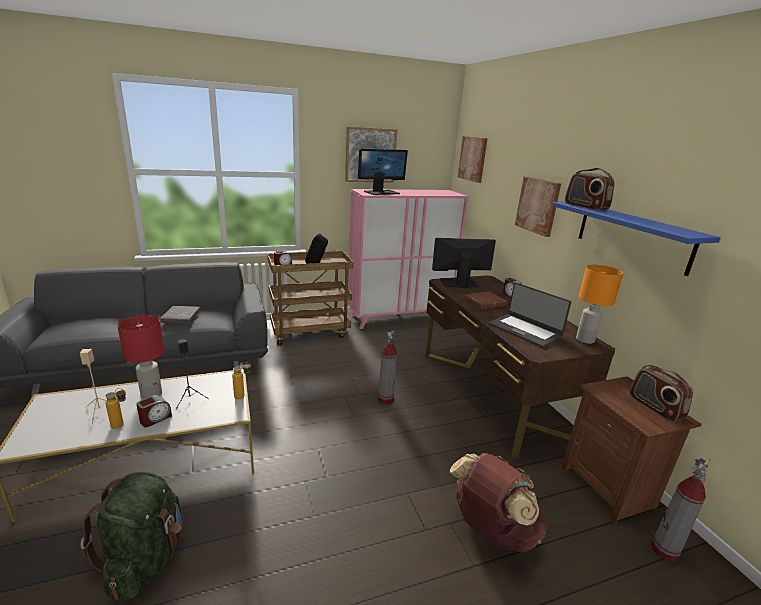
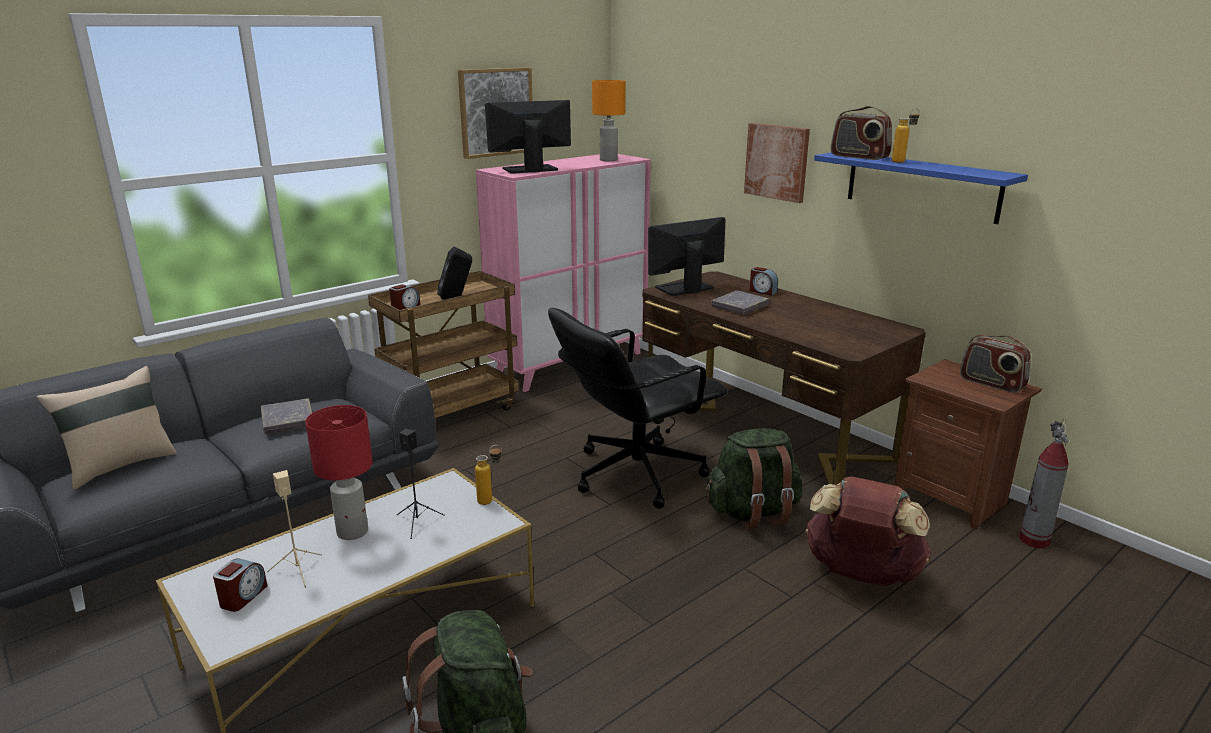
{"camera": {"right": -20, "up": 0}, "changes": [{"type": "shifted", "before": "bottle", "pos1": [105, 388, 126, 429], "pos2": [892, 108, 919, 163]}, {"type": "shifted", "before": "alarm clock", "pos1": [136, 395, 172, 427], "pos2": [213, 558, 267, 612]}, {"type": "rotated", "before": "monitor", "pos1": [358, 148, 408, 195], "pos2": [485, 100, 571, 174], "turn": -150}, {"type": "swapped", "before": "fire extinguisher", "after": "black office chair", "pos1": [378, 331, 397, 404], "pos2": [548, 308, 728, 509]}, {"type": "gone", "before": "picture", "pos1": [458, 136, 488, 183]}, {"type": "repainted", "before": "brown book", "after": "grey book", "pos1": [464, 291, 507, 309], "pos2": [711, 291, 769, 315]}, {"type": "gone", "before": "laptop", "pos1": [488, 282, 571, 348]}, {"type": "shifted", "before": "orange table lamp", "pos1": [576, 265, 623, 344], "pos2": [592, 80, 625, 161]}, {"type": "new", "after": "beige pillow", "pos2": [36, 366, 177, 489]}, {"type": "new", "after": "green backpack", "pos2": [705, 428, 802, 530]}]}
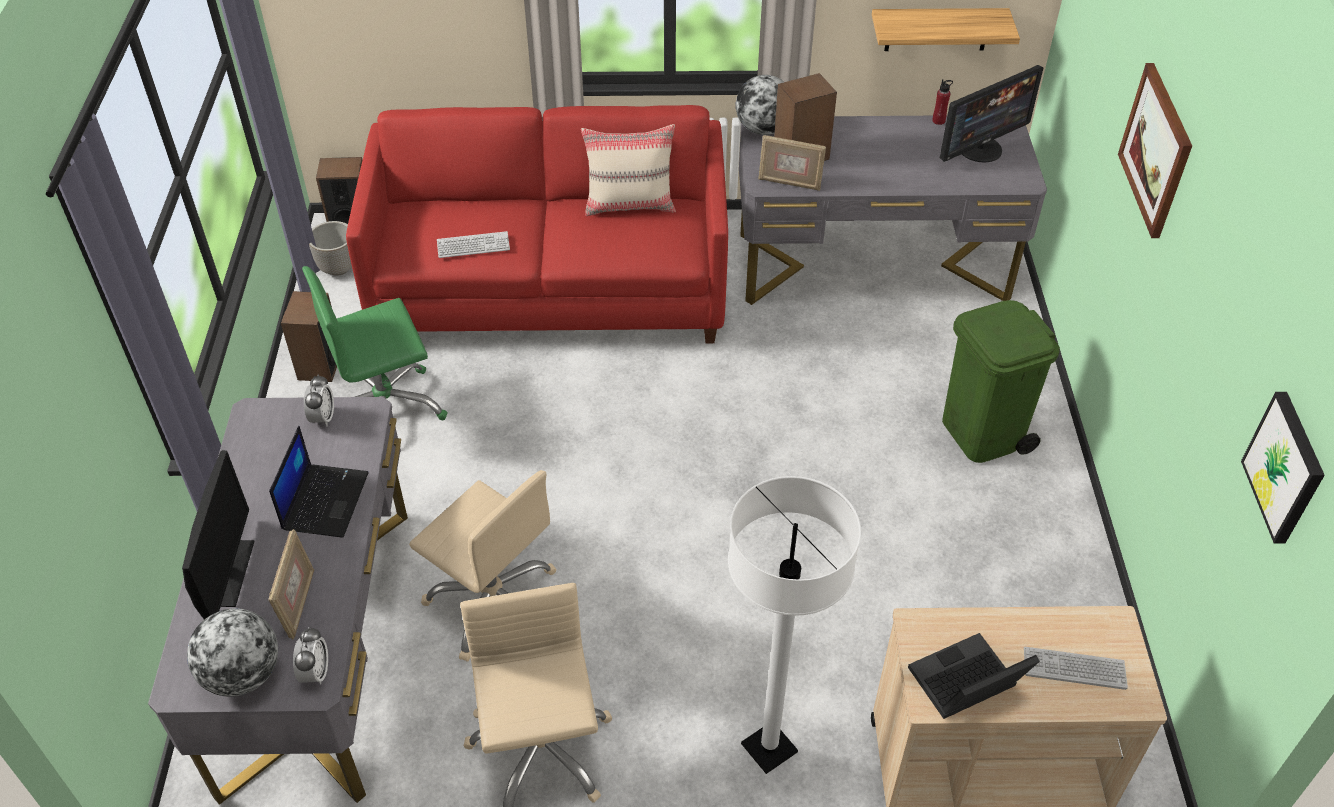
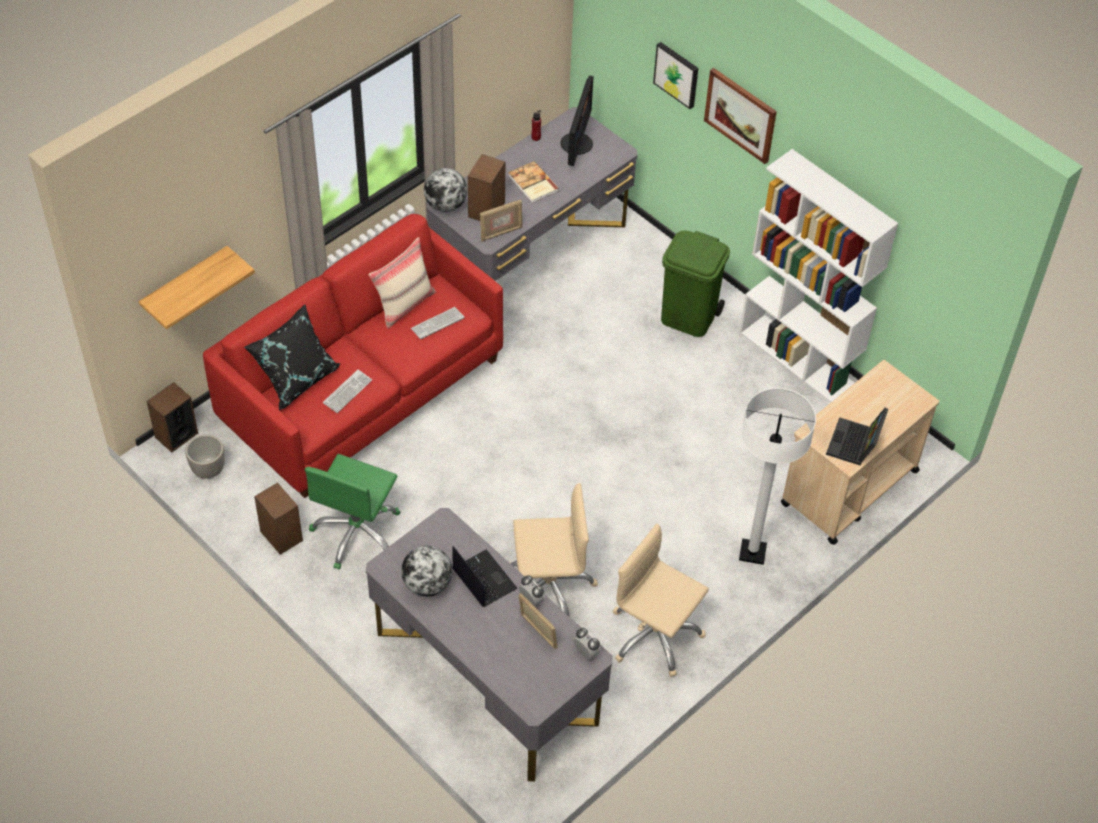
{"camera": {"right": -45, "up": 5}, "changes": [{"type": "gone", "before": "monitor", "pos1": [182, 450, 254, 619]}, {"type": "shifted", "before": "globe", "pos1": [187, 608, 278, 697], "pos2": [401, 545, 452, 597]}, {"type": "shifted", "before": "alarm clock", "pos1": [304, 375, 334, 426], "pos2": [519, 575, 545, 607]}, {"type": "shifted", "before": "shelf", "pos1": [872, 8, 1020, 51], "pos2": [139, 246, 255, 330]}, {"type": "shifted", "before": "keyboard", "pos1": [1024, 647, 1128, 690], "pos2": [411, 307, 464, 339]}, {"type": "shifted", "before": "picture", "pos1": [1241, 392, 1325, 544], "pos2": [653, 42, 698, 109]}, {"type": "new", "after": "black pillow", "pos2": [244, 304, 341, 410]}, {"type": "new", "after": "book", "pos2": [508, 161, 559, 203]}, {"type": "new", "after": "white bookcase", "pos2": [739, 149, 898, 403]}]}
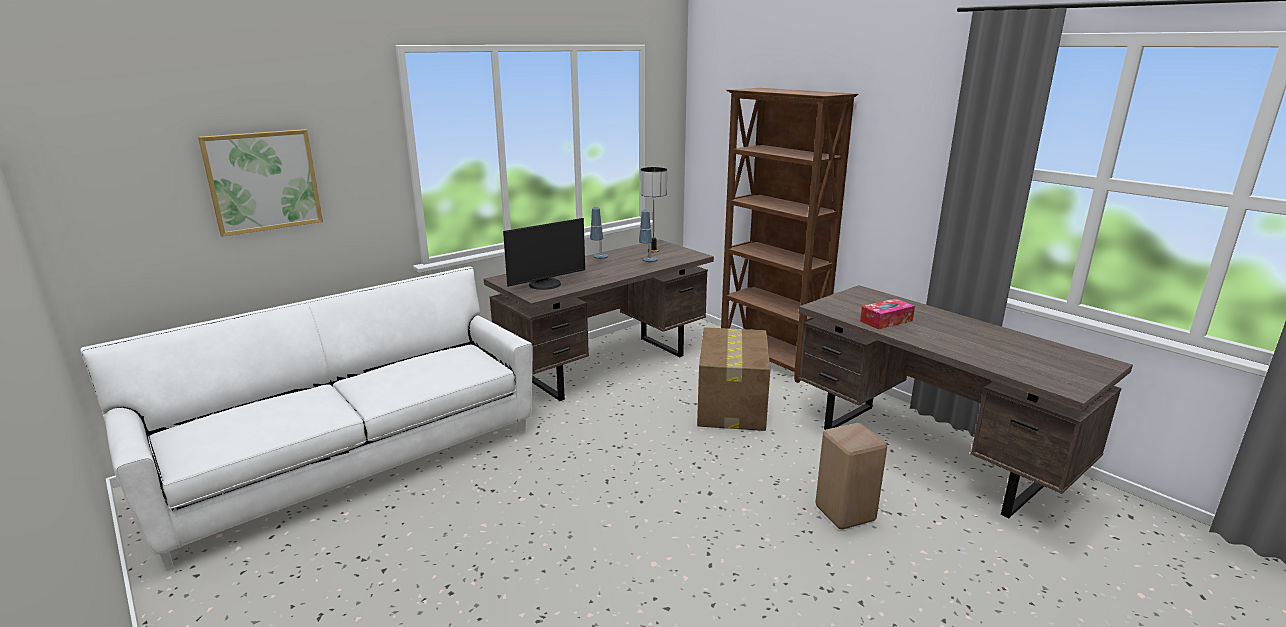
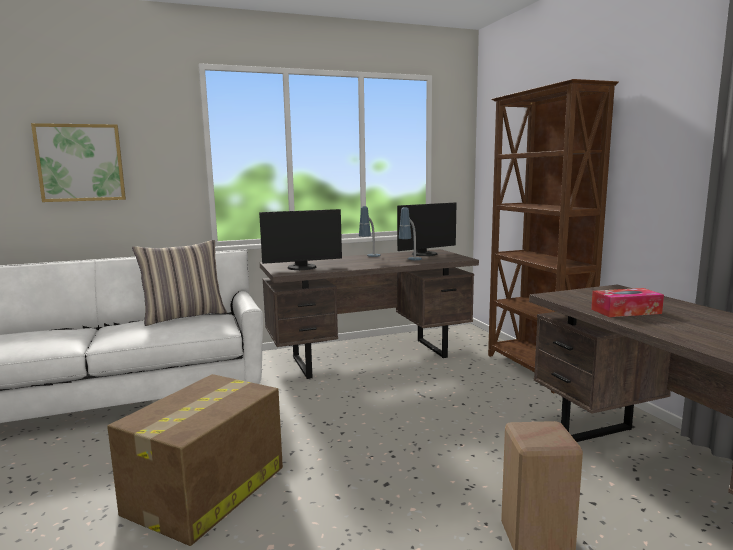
{"camera": {"right": 20, "up": -10}, "changes": [{"type": "swapped", "before": "table lamp", "after": "monitor", "pos1": [640, 167, 667, 252], "pos2": [397, 202, 456, 256]}, {"type": "shifted", "before": "cardboard box", "pos1": [697, 327, 770, 431], "pos2": [107, 374, 283, 546]}, {"type": "new", "after": "pillow", "pos2": [132, 240, 227, 326]}]}
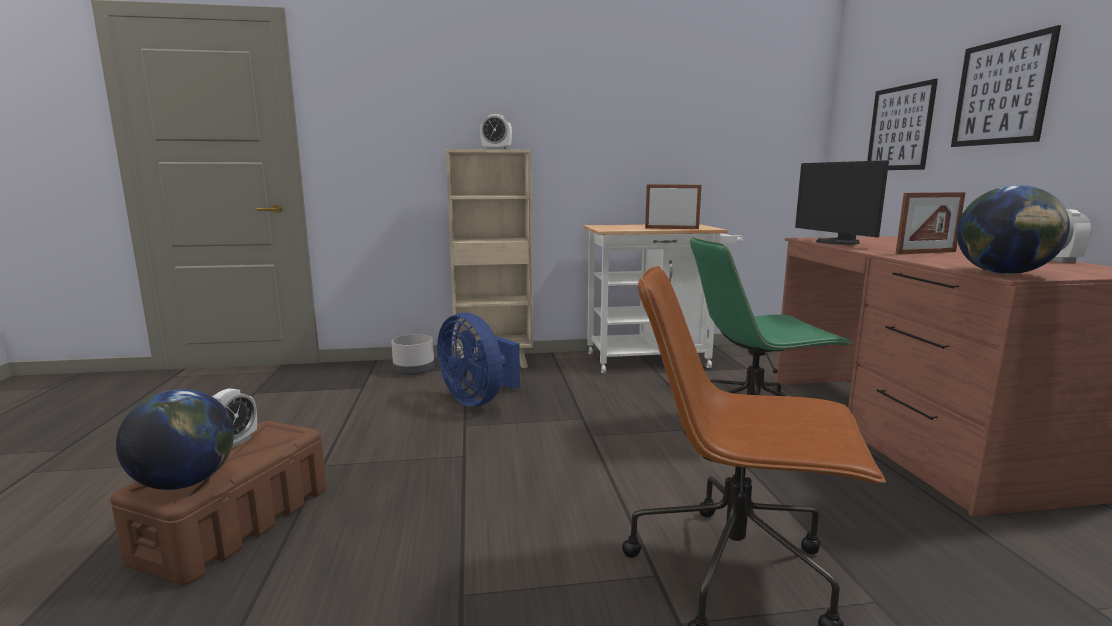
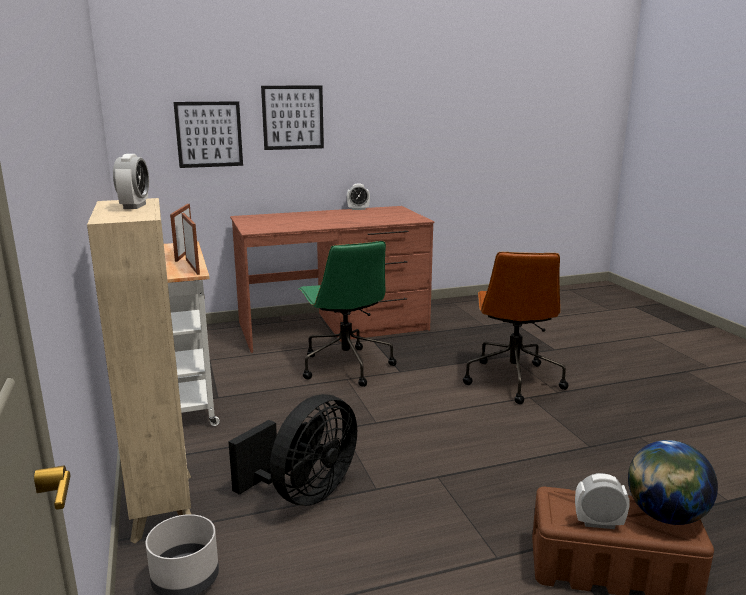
{"camera": {"right": -100, "up": 5}, "changes": [{"type": "repainted", "before": "blue fan", "after": "black fan", "pos1": [437, 313, 520, 407], "pos2": [228, 394, 357, 506]}, {"type": "gone", "before": "monitor", "pos1": [795, 160, 889, 245]}, {"type": "shifted", "before": "picture frame", "pos1": [896, 192, 966, 255], "pos2": [182, 213, 200, 275]}, {"type": "gone", "before": "globe", "pos1": [957, 185, 1070, 274]}]}
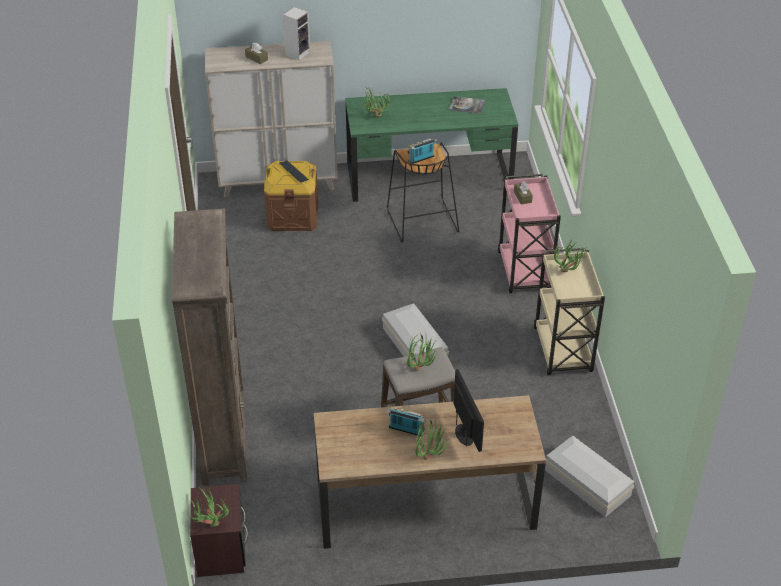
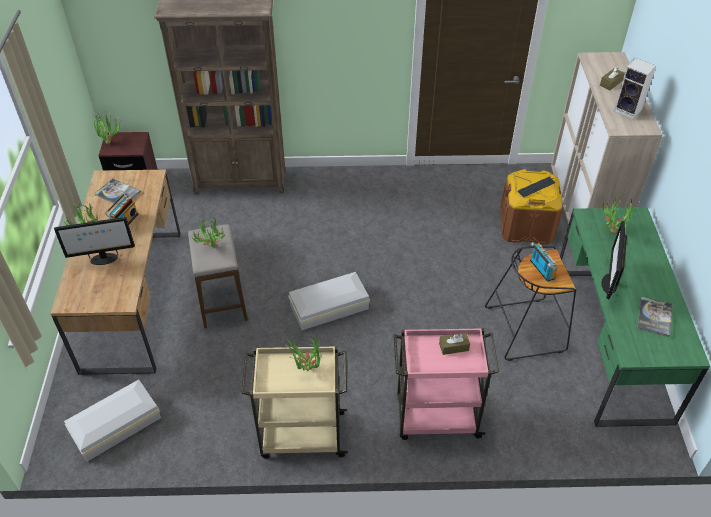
{"camera": {"right": 95, "up": 5}, "changes": [{"type": "new", "after": "book", "pos2": [94, 178, 141, 205]}, {"type": "new", "after": "monitor", "pos2": [601, 221, 627, 299]}]}
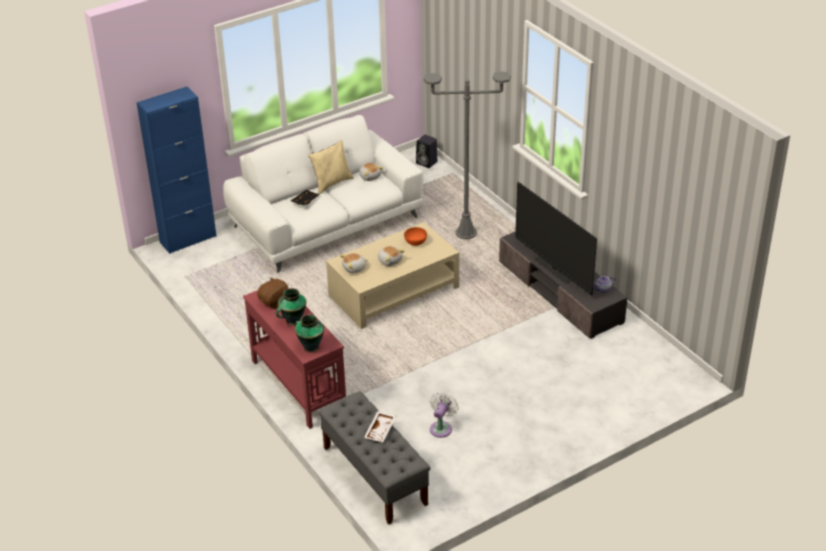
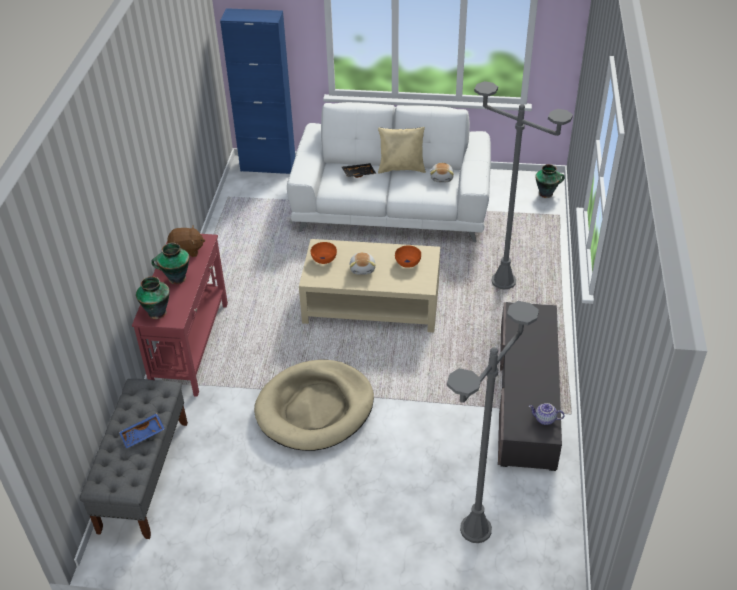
{"camera": {"right": 40, "up": 5}, "changes": [{"type": "swapped", "before": "plush toy", "after": "orange bowl", "pos1": [340, 253, 368, 273], "pos2": [311, 242, 337, 264]}, {"type": "repainted", "before": "white tray", "after": "blue tray", "pos1": [364, 411, 396, 442], "pos2": [119, 413, 165, 448]}, {"type": "swapped", "before": "black speaker", "after": "vase", "pos1": [416, 135, 437, 168], "pos2": [535, 164, 565, 198]}, {"type": "gone", "before": "white fan", "pos1": [430, 392, 459, 438]}, {"type": "gone", "before": "television", "pos1": [515, 182, 597, 295]}, {"type": "new", "after": "beige dog bed", "pos2": [254, 360, 374, 451]}, {"type": "new", "after": "grey floor lamp", "pos2": [447, 301, 539, 543]}]}
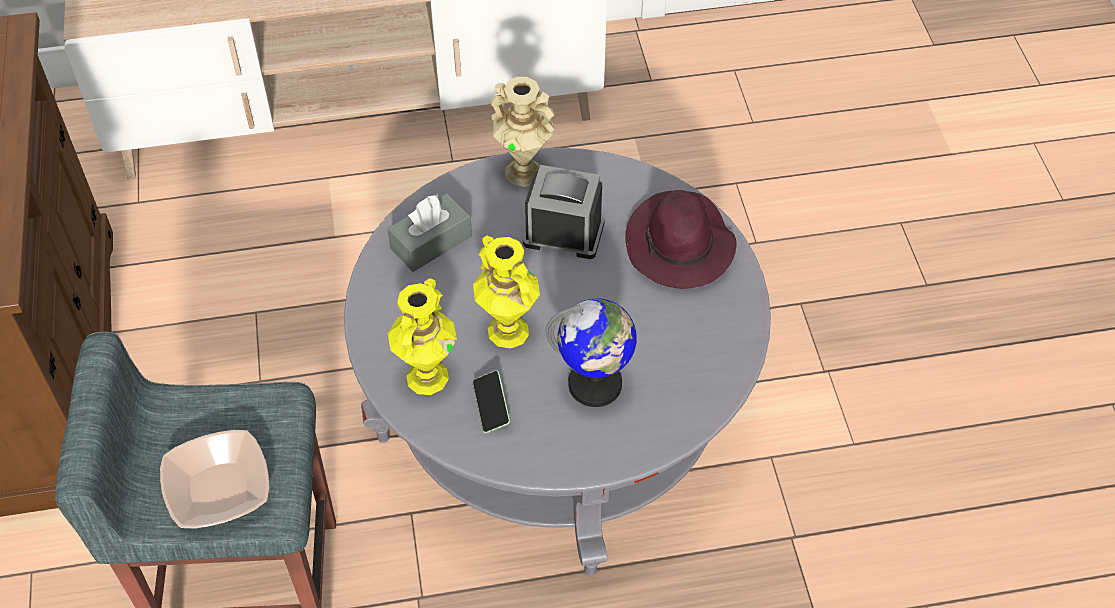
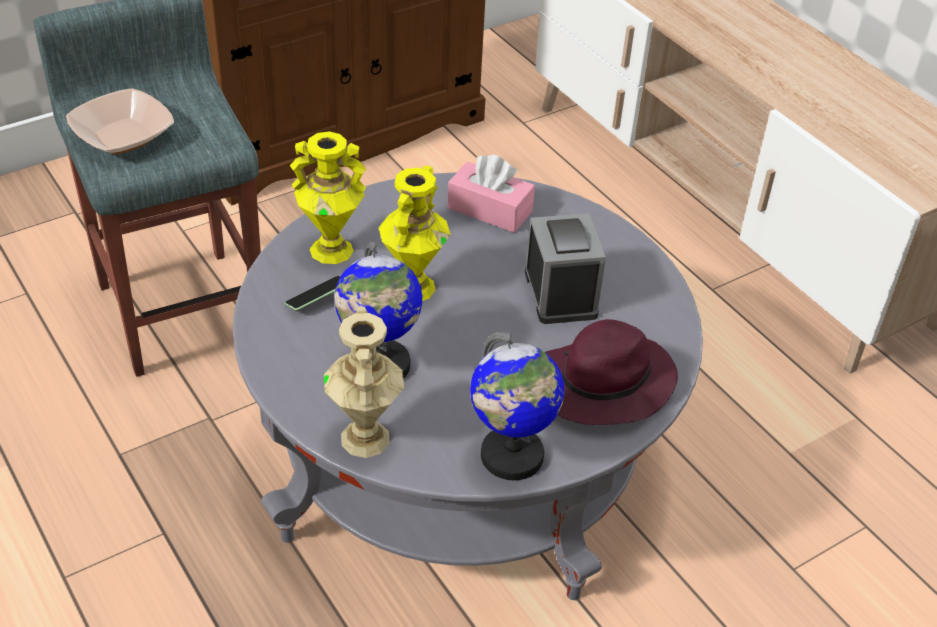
{"camera": {"right": 65, "up": -10}, "changes": [{"type": "repainted", "before": "grey tissue box", "after": "pink tissue box", "pos1": [387, 193, 472, 272], "pos2": [447, 155, 535, 233]}, {"type": "shifted", "before": "beige vase", "pos1": [490, 77, 554, 187], "pos2": [324, 307, 404, 458]}, {"type": "new", "after": "globe", "pos2": [470, 332, 565, 480]}]}
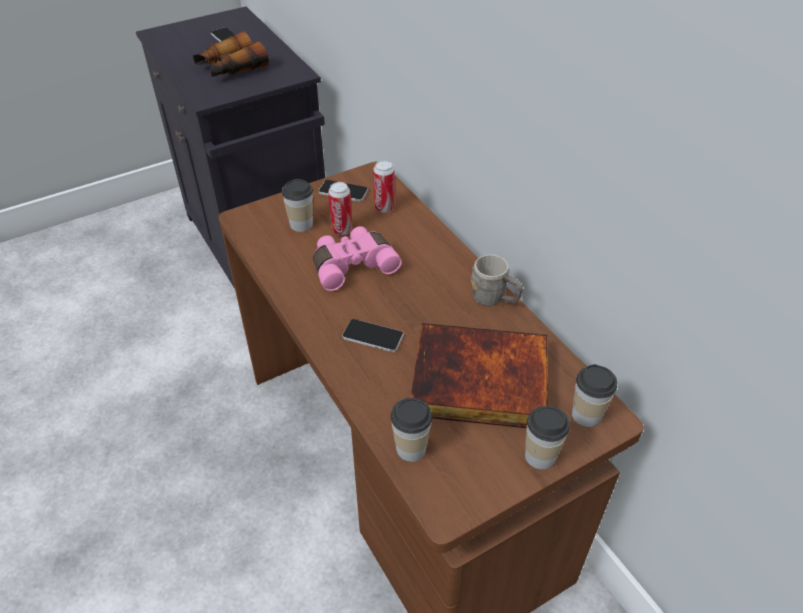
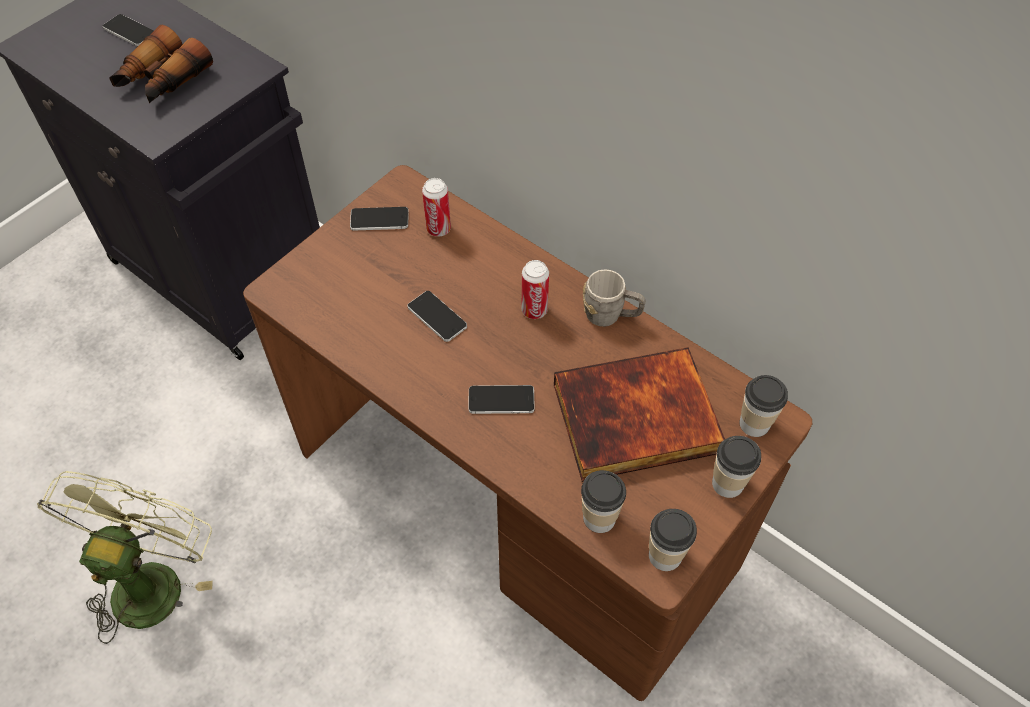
{"camera": {"right": -20, "up": 10}, "changes": [{"type": "shifted", "before": "cup", "pos1": [282, 179, 313, 232], "pos2": [649, 509, 697, 571]}, {"type": "swapped", "before": "pink binoculars", "after": "phone", "pos1": [313, 226, 402, 291], "pos2": [407, 291, 467, 342]}, {"type": "shifted", "before": "can", "pos1": [328, 182, 352, 235], "pos2": [522, 260, 549, 319]}, {"type": "new", "after": "green fan", "pos2": [37, 471, 213, 644]}]}
